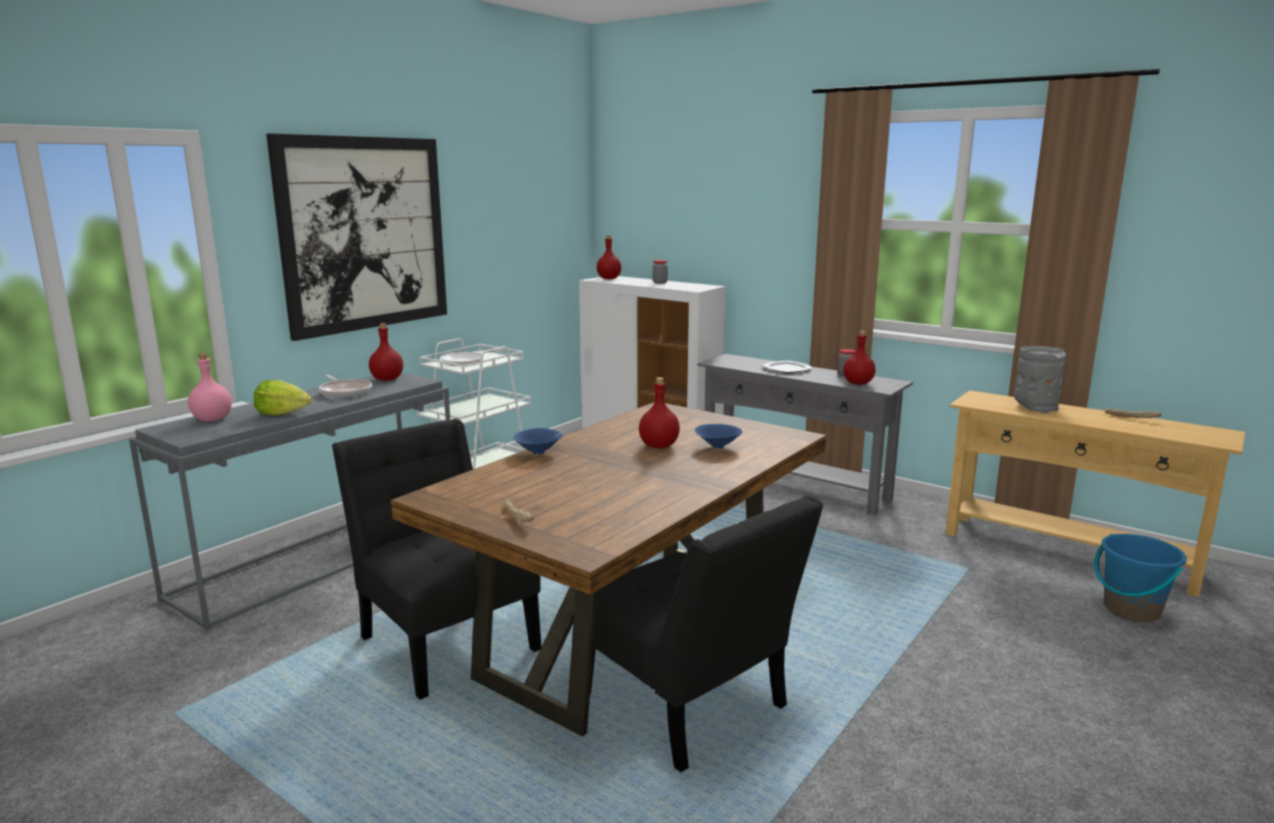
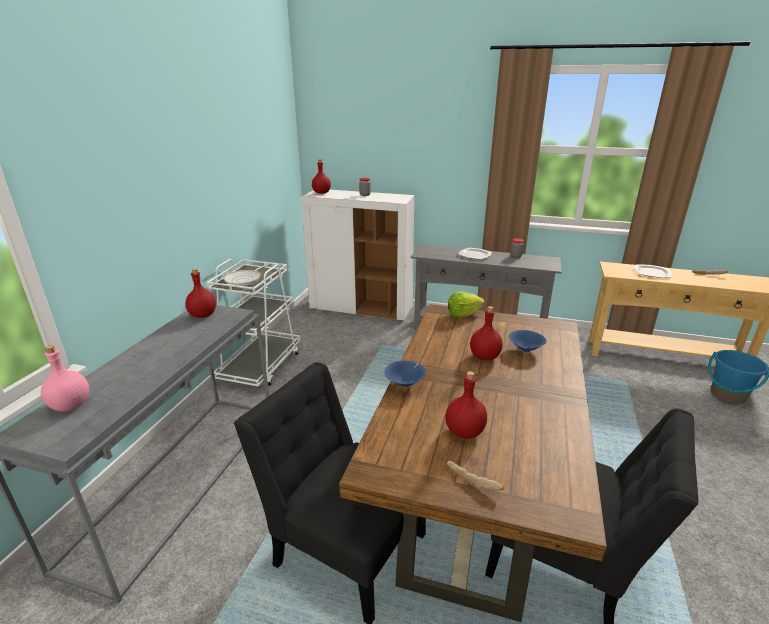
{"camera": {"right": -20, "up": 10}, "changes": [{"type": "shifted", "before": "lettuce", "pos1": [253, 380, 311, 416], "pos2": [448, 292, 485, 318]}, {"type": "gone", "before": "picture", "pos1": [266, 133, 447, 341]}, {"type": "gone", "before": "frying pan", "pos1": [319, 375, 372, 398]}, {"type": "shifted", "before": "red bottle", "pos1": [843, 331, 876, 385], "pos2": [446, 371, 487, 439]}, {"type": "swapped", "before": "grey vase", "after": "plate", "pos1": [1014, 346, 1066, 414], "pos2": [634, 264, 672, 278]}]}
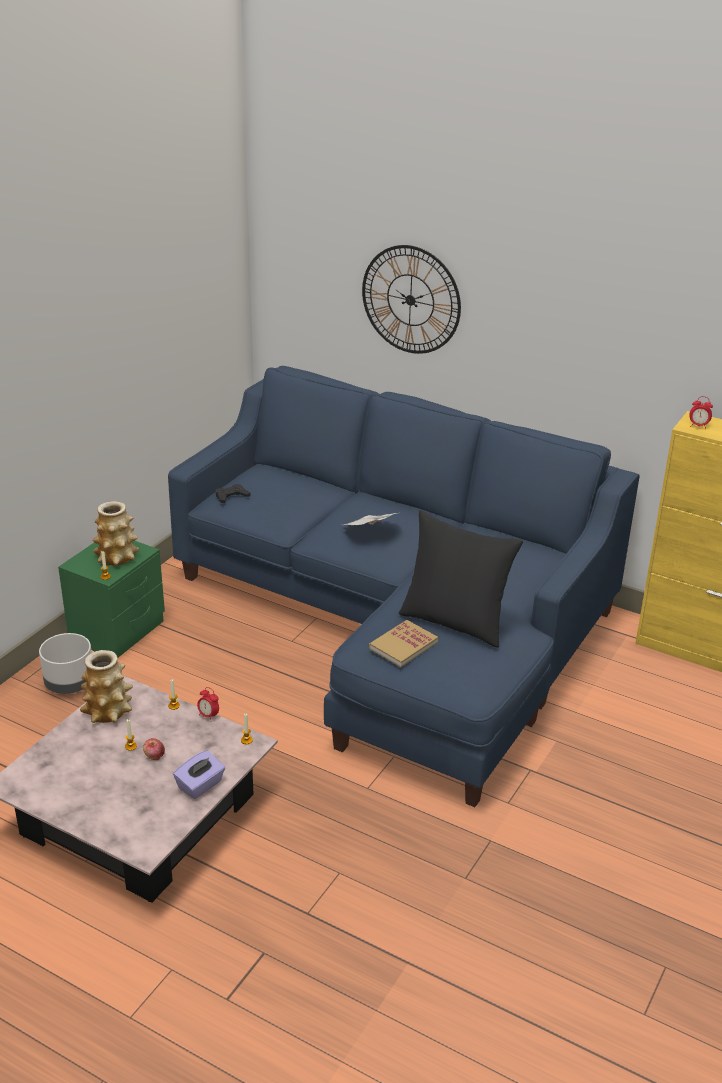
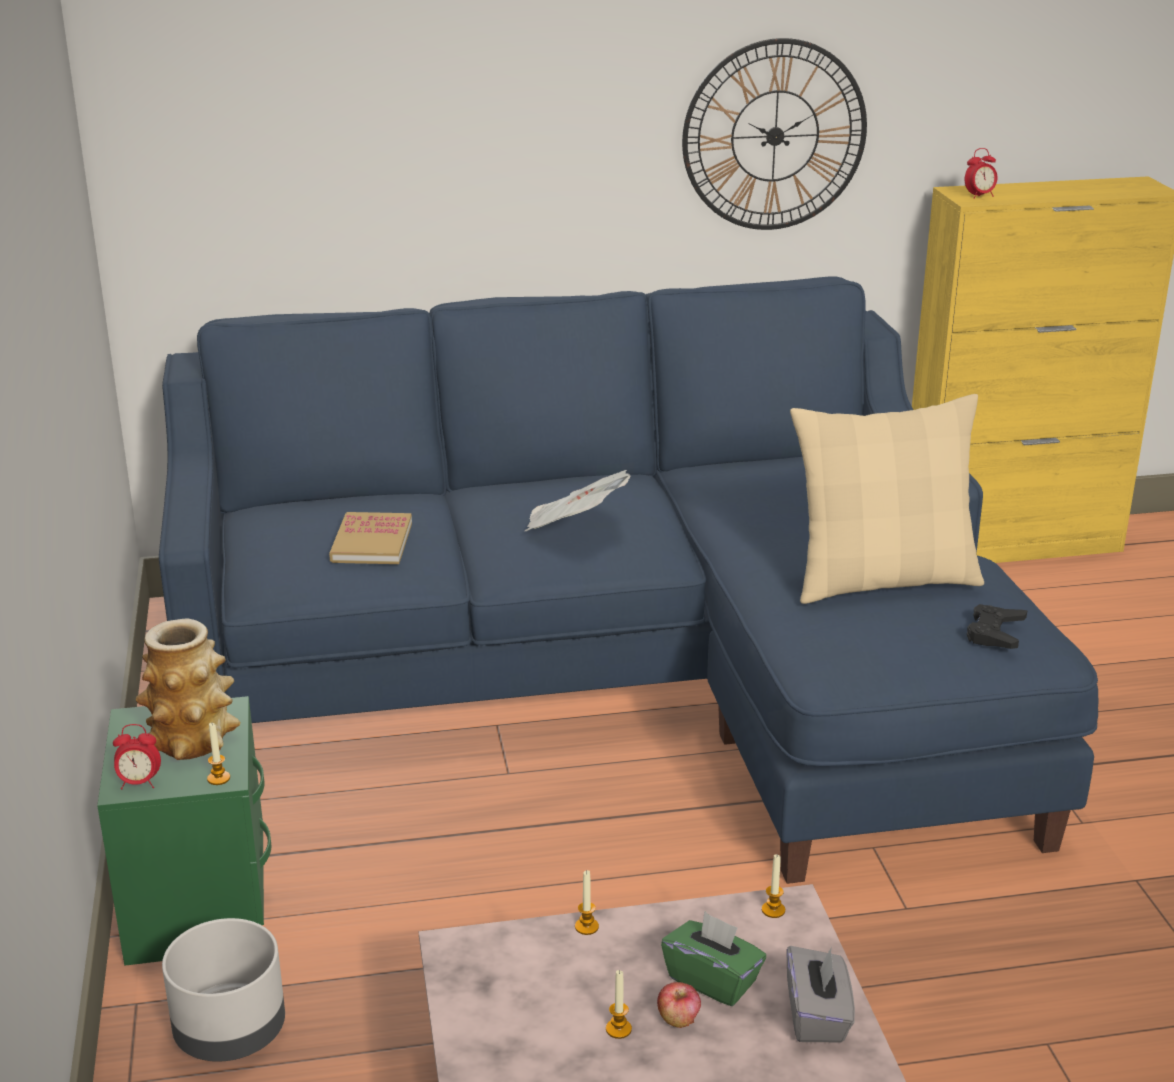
{"camera": {"right": -40, "up": -5}, "changes": [{"type": "gone", "before": "vase", "pos1": [80, 650, 133, 723]}, {"type": "repainted", "before": "purple tissue box", "after": "grey tissue box", "pos1": [173, 750, 225, 799], "pos2": [787, 946, 855, 1042]}, {"type": "shifted", "before": "alarm clock", "pos1": [197, 687, 219, 720], "pos2": [113, 724, 161, 789]}, {"type": "shifted", "before": "black game controller", "pos1": [216, 484, 250, 503], "pos2": [967, 604, 1027, 649]}, {"type": "shifted", "before": "wall clock", "pos1": [362, 245, 461, 354], "pos2": [682, 38, 867, 230]}, {"type": "shifted", "before": "book", "pos1": [369, 620, 438, 667], "pos2": [329, 512, 412, 564]}, {"type": "repainted", "before": "black pillow", "after": "beige pillow", "pos1": [399, 510, 523, 648], "pos2": [790, 394, 984, 604]}, {"type": "new", "after": "green tissue box", "pos2": [661, 911, 766, 1006]}]}
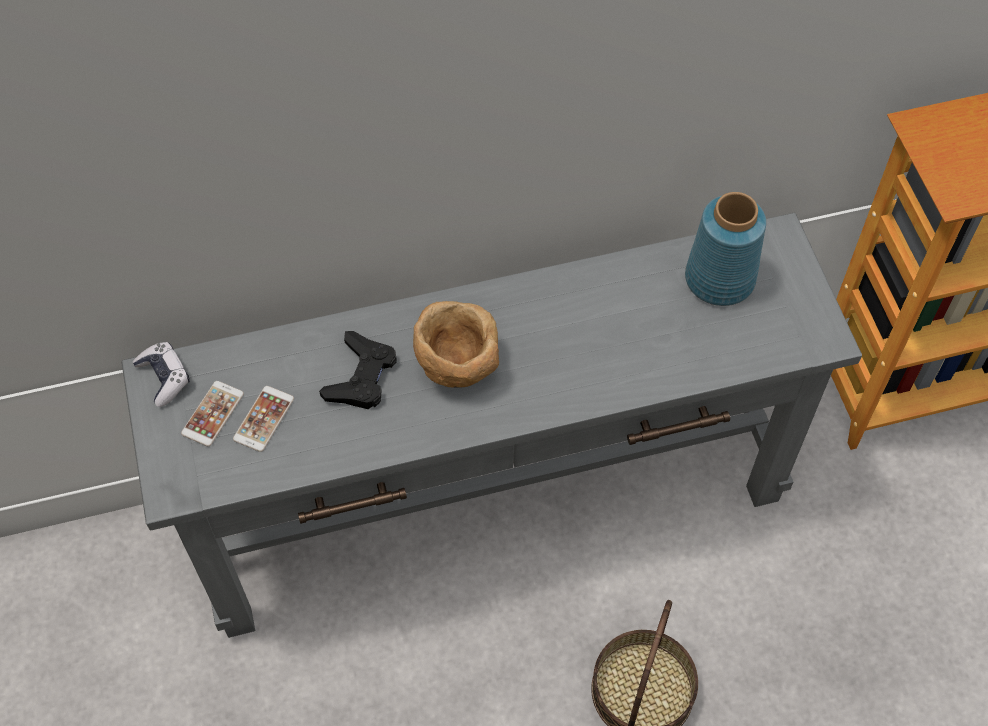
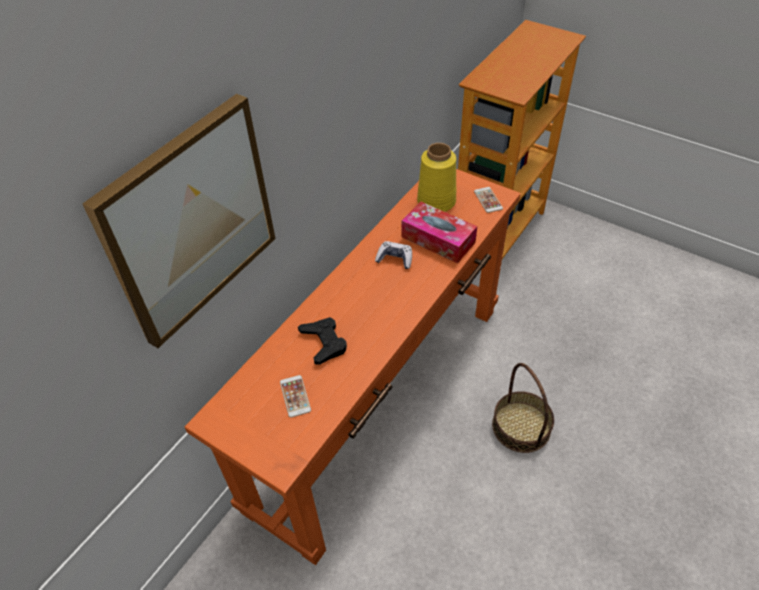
{"camera": {"right": -40, "up": -10}, "changes": [{"type": "repainted", "before": "grey console table", "after": "orange console table", "pos1": [121, 213, 862, 638], "pos2": [184, 169, 521, 565]}, {"type": "shifted", "before": "game controller", "pos1": [133, 342, 190, 407], "pos2": [375, 241, 412, 269]}, {"type": "shifted", "before": "phone", "pos1": [181, 381, 244, 447], "pos2": [474, 187, 503, 213]}, {"type": "gone", "before": "brown bowl", "pos1": [413, 301, 499, 388]}, {"type": "repainted", "before": "blue vase", "after": "yellow vase", "pos1": [685, 192, 766, 306], "pos2": [417, 143, 456, 212]}, {"type": "new", "after": "picture", "pos2": [83, 94, 275, 348]}, {"type": "new", "after": "tissue box", "pos2": [402, 202, 477, 263]}]}
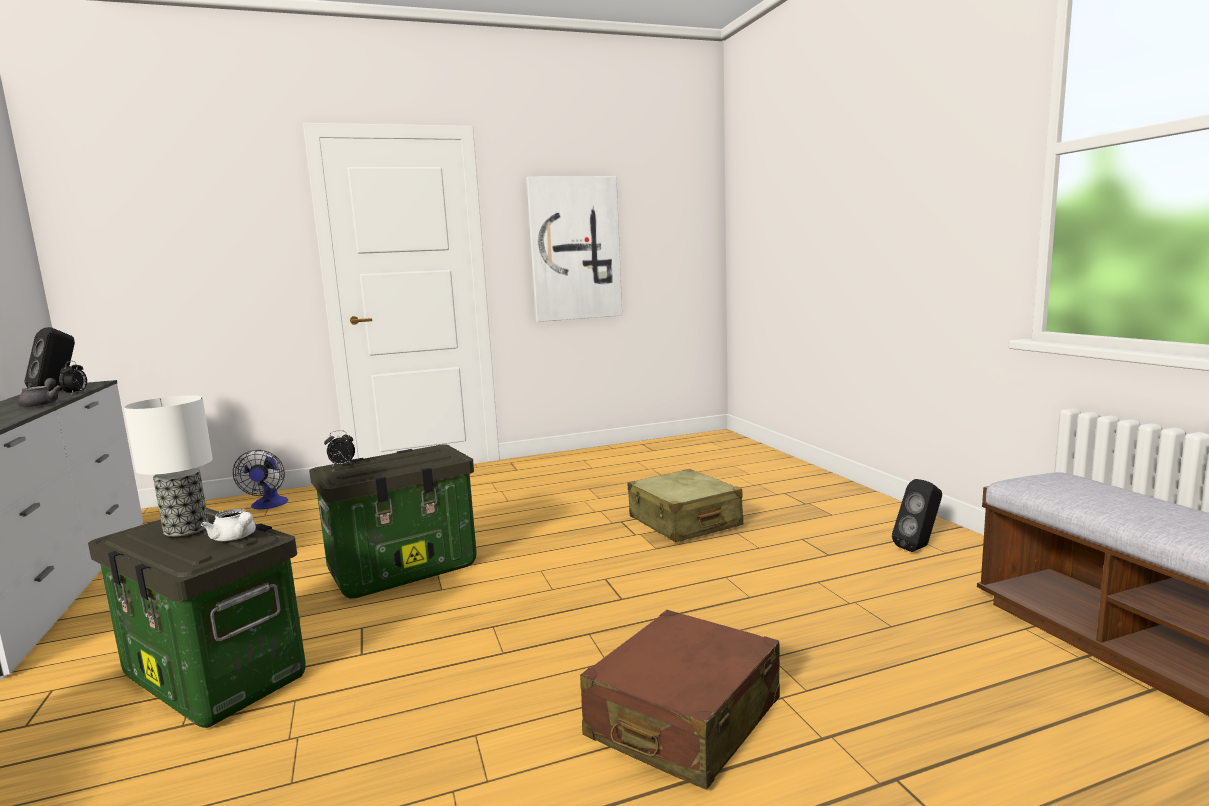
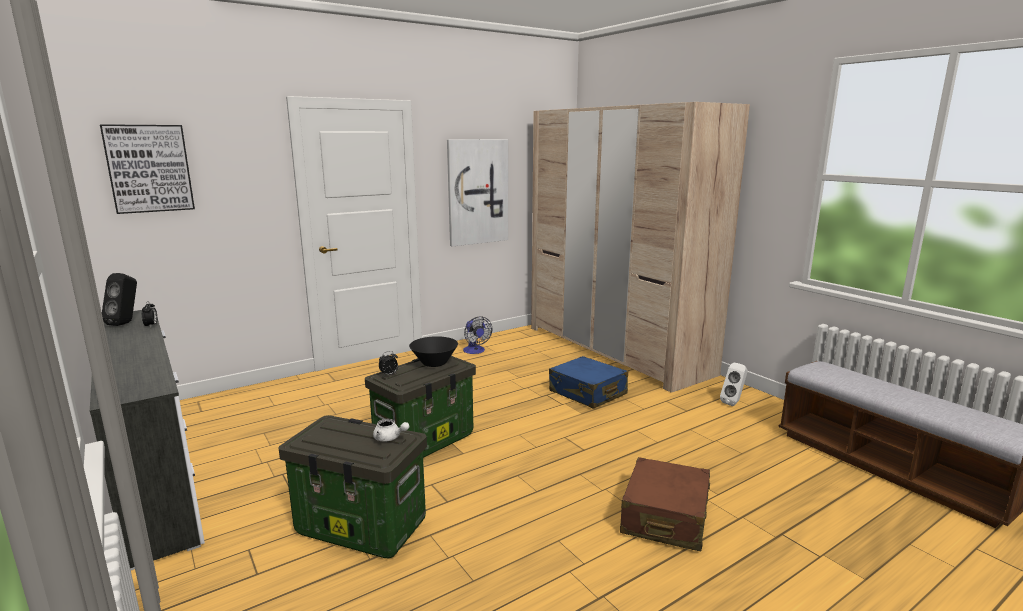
{"camera": {"right": -15, "up": 5}, "changes": [{"type": "gone", "before": "grey teapot", "pos1": [18, 378, 61, 408]}, {"type": "gone", "before": "table lamp", "pos1": [124, 395, 213, 537]}, {"type": "shifted", "before": "fan", "pos1": [233, 450, 288, 509], "pos2": [463, 316, 492, 354]}, {"type": "repainted", "before": "beige suitcase", "after": "blue suitcase", "pos1": [628, 469, 743, 542], "pos2": [549, 356, 628, 409]}, {"type": "repainted", "before": "black speaker", "after": "white speaker", "pos1": [892, 479, 942, 552], "pos2": [720, 363, 748, 406]}, {"type": "new", "after": "picture", "pos2": [100, 124, 195, 214]}, {"type": "new", "after": "black bowl", "pos2": [409, 336, 458, 367]}, {"type": "new", "after": "beige wardrobe", "pos2": [531, 102, 750, 393]}]}
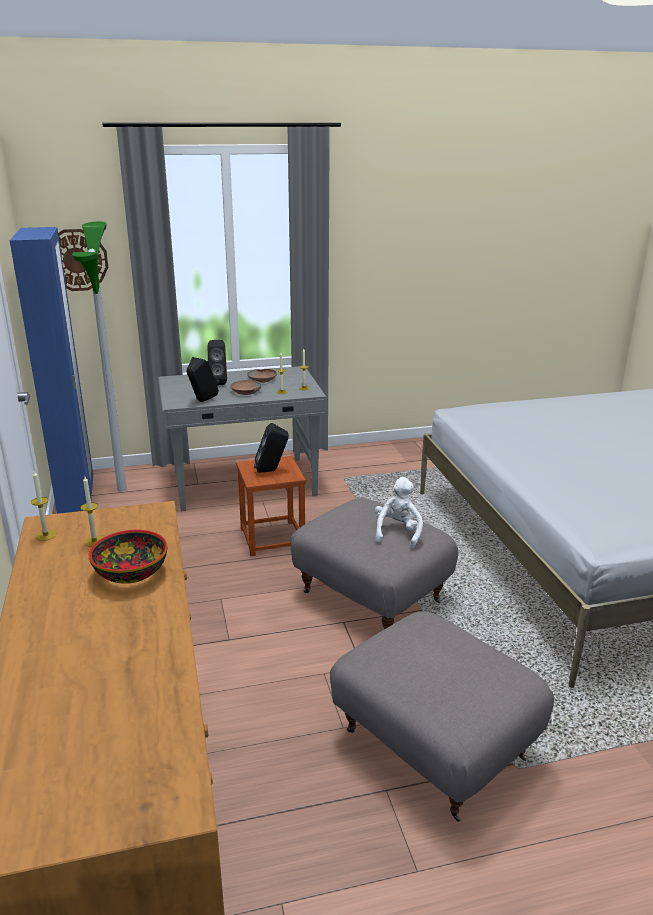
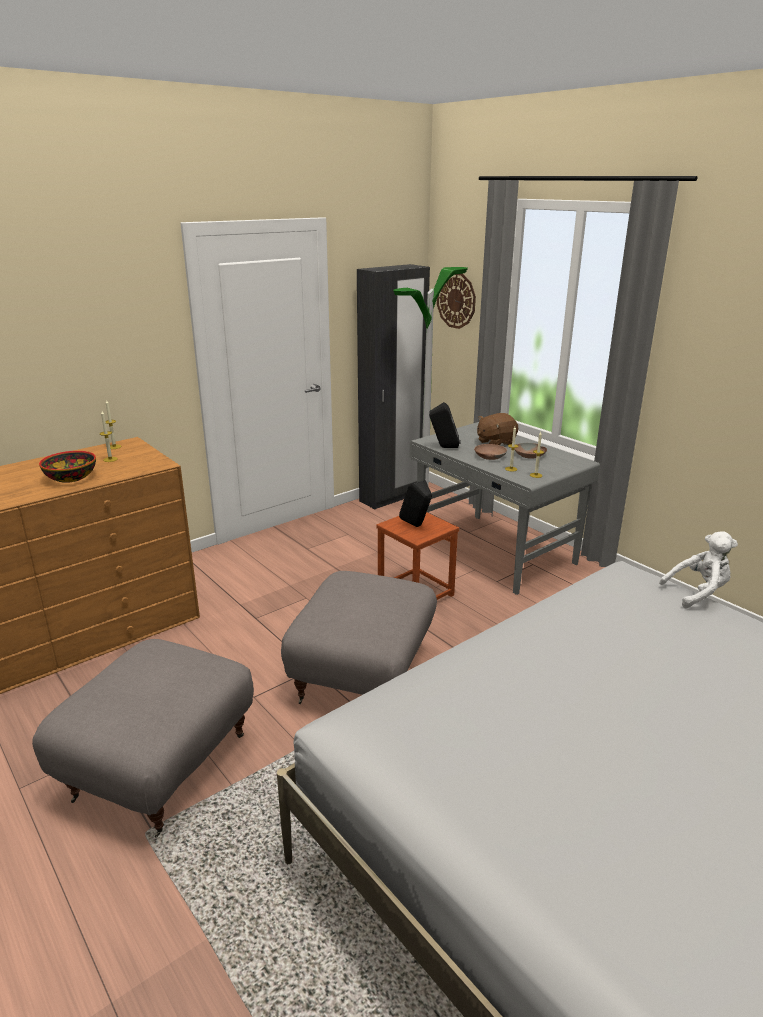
{"camera": {"right": 65, "up": 0}, "changes": [{"type": "repainted", "before": "blue wardrobe", "after": "black wardrobe", "pos1": [10, 227, 93, 514], "pos2": [357, 264, 430, 509]}, {"type": "swapped", "before": "black speaker", "after": "brown plush toy", "pos1": [208, 340, 227, 385], "pos2": [477, 413, 518, 445]}, {"type": "shifted", "before": "white plush toy", "pos1": [375, 477, 423, 548], "pos2": [659, 531, 738, 608]}]}
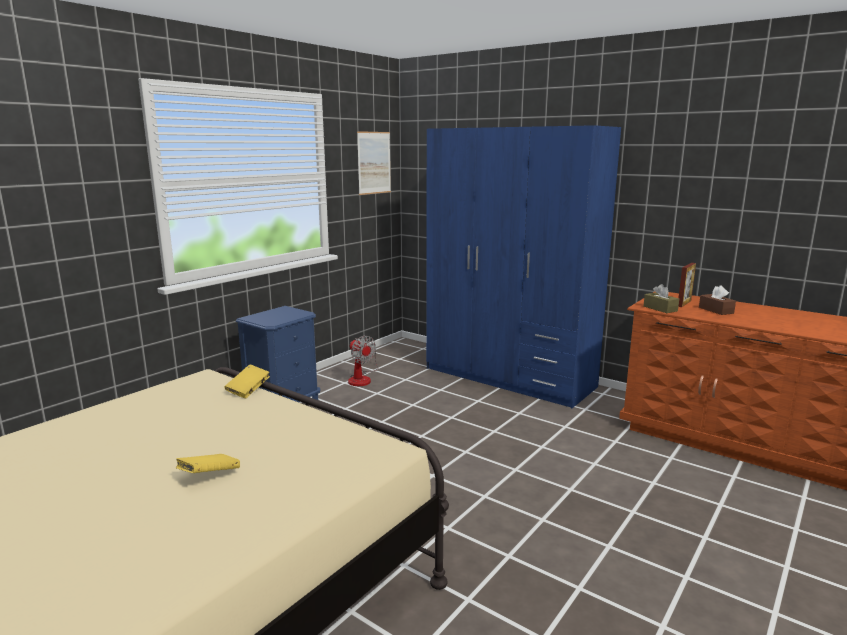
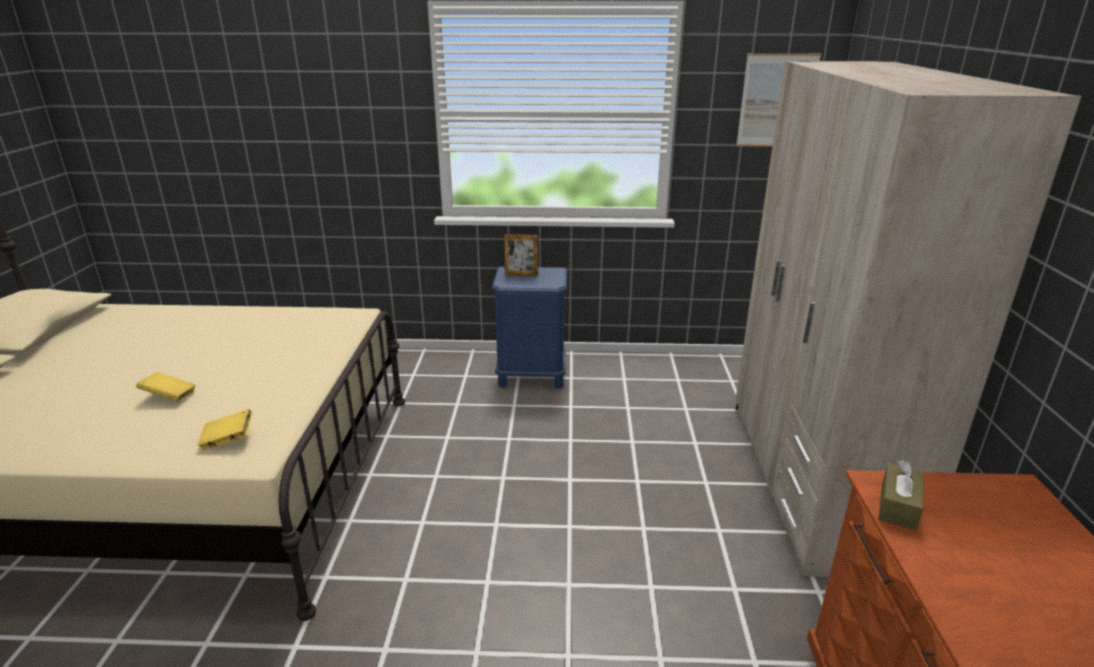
{"camera": {"right": 55, "up": 10}, "changes": [{"type": "shifted", "before": "yellow book", "pos1": [224, 365, 270, 398], "pos2": [197, 409, 252, 450]}, {"type": "gone", "before": "fan", "pos1": [348, 336, 378, 386]}, {"type": "repainted", "before": "blue wardrobe", "after": "beige wardrobe", "pos1": [426, 125, 621, 408], "pos2": [736, 61, 1082, 577]}, {"type": "shifted", "before": "picture frame", "pos1": [679, 263, 696, 307], "pos2": [504, 234, 538, 276]}, {"type": "gone", "before": "brown tissue box", "pos1": [699, 285, 736, 315]}]}
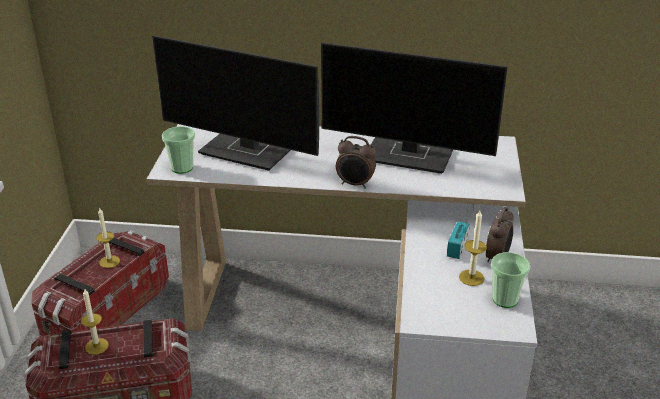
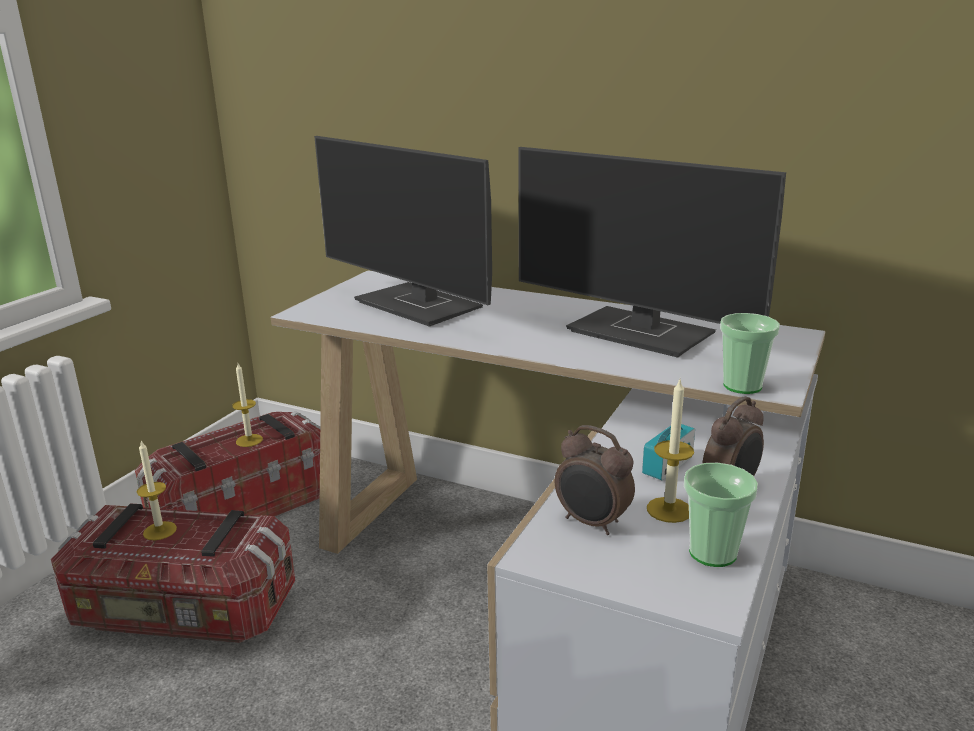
{"camera": {"right": 20, "up": -10}, "changes": [{"type": "shifted", "before": "cup", "pos1": [162, 126, 195, 174], "pos2": [720, 313, 780, 394]}, {"type": "shifted", "before": "alarm clock", "pos1": [336, 136, 376, 189], "pos2": [555, 425, 635, 535]}]}
